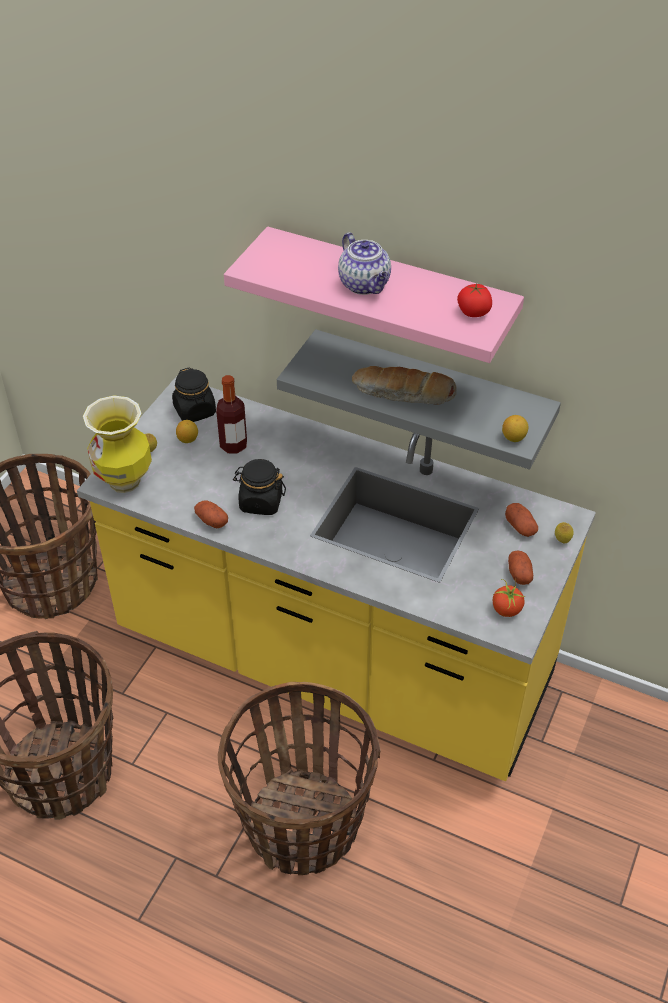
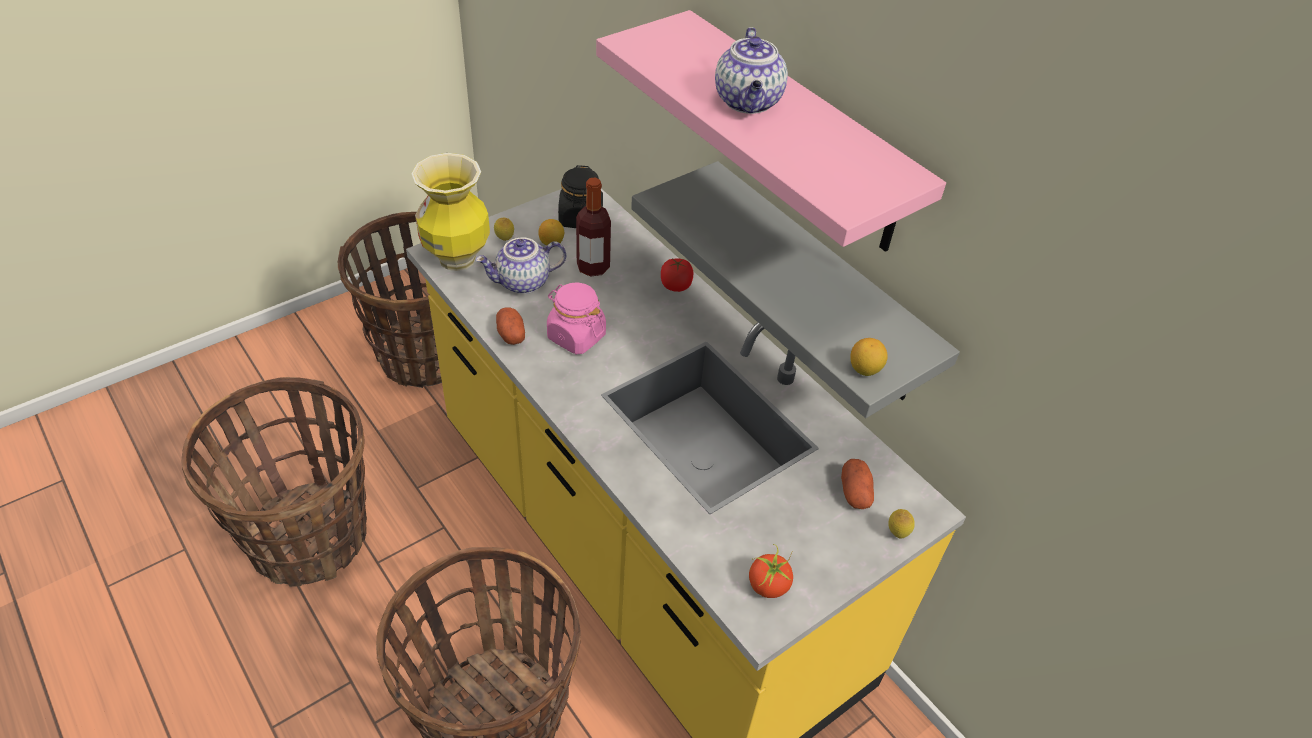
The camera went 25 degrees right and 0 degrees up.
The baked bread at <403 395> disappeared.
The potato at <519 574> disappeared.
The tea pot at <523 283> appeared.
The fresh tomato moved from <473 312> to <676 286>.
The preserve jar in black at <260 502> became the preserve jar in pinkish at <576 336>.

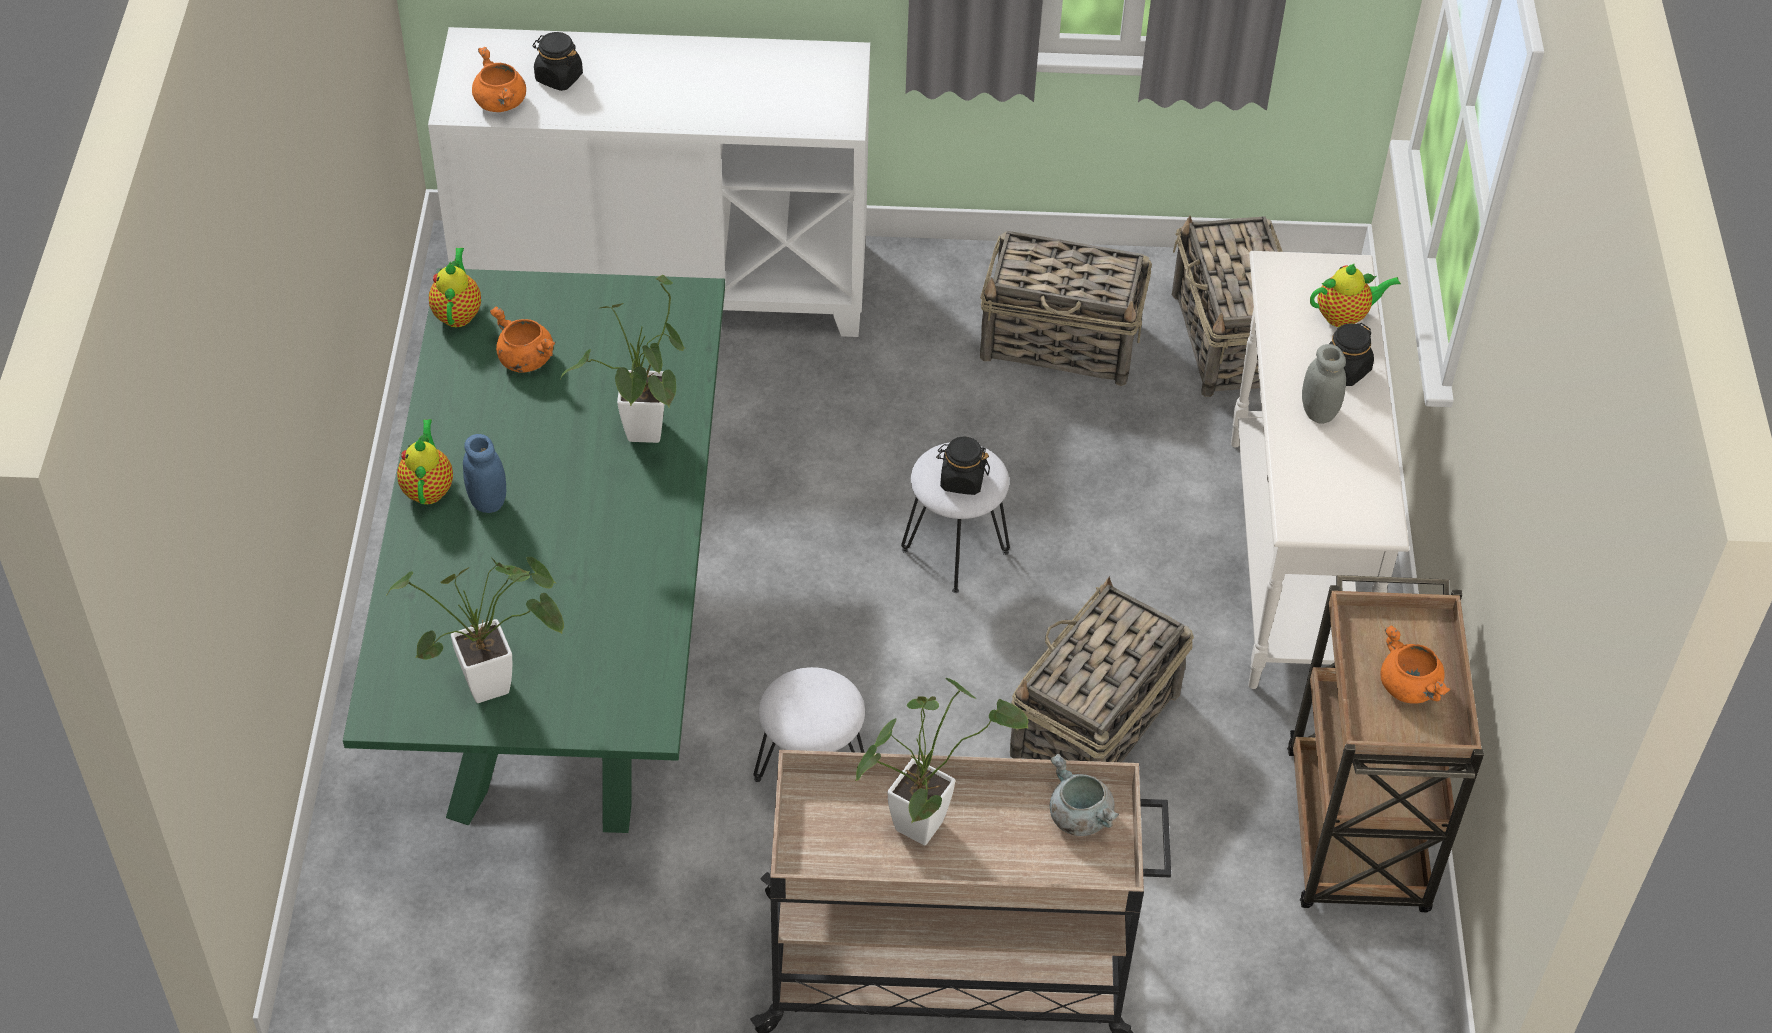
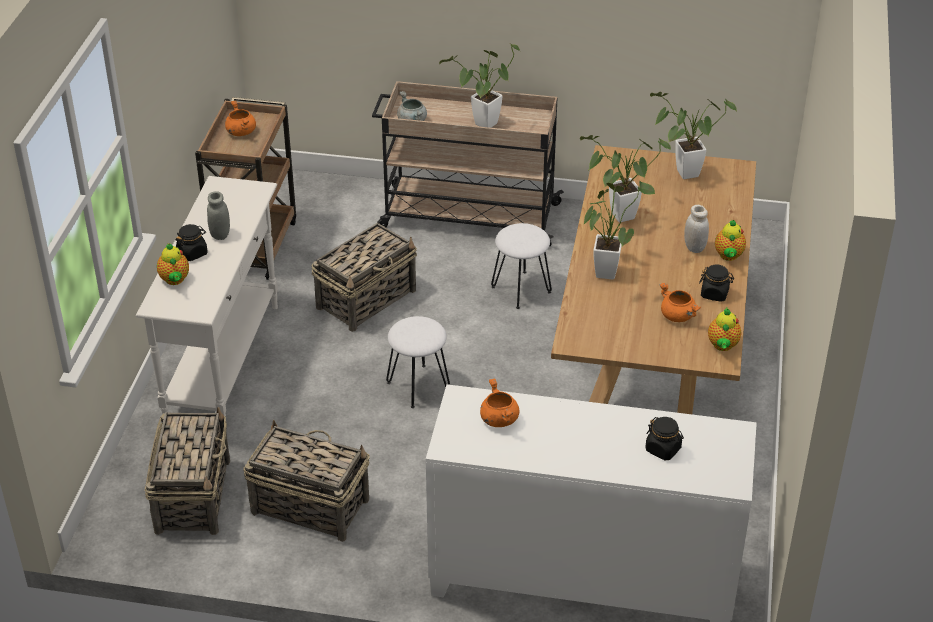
The camera went 170 degrees left and 10 degrees down.
The potted plant at <617 217> appeared.
The saucepot in orange-coloured moved from <502 103> to <498 419>.
The preserve jar in black moved from <961 480> to <714 294>.
The dining table in greenish at <570 648> became the dining table in brown-coloured at <648 357>.
The preserve jar in blue-coloured at <488 501> became the preserve jar in whitish at <694 247>.
The tea pot at <1345 316> turned 105 degrees counterclockwise.

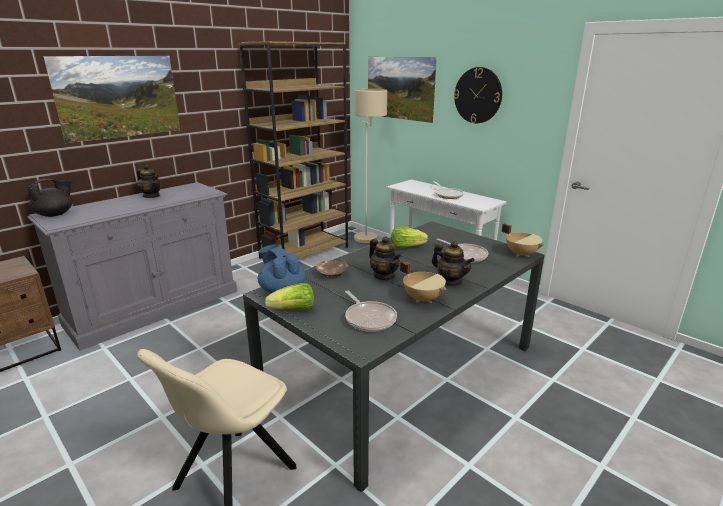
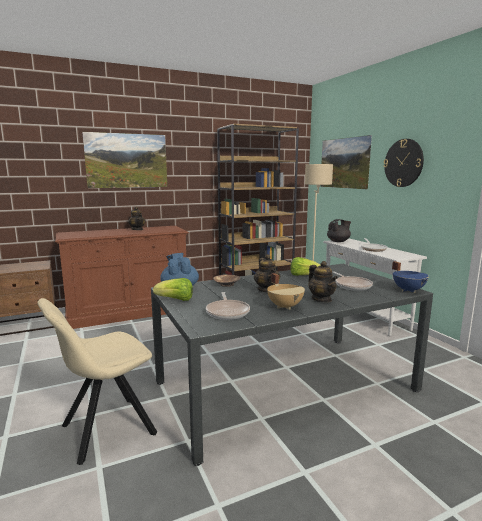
The camera went 20 degrees right and 10 degrees down.
The tea pot in black moved from <55 214> to <338 241>.
The storage cabinet in grey at <156 307> became the storage cabinet in brown-coloured at <129 312>.
The saucepot in beige at <521 254> became the saucepot in blue-coloured at <409 290>.

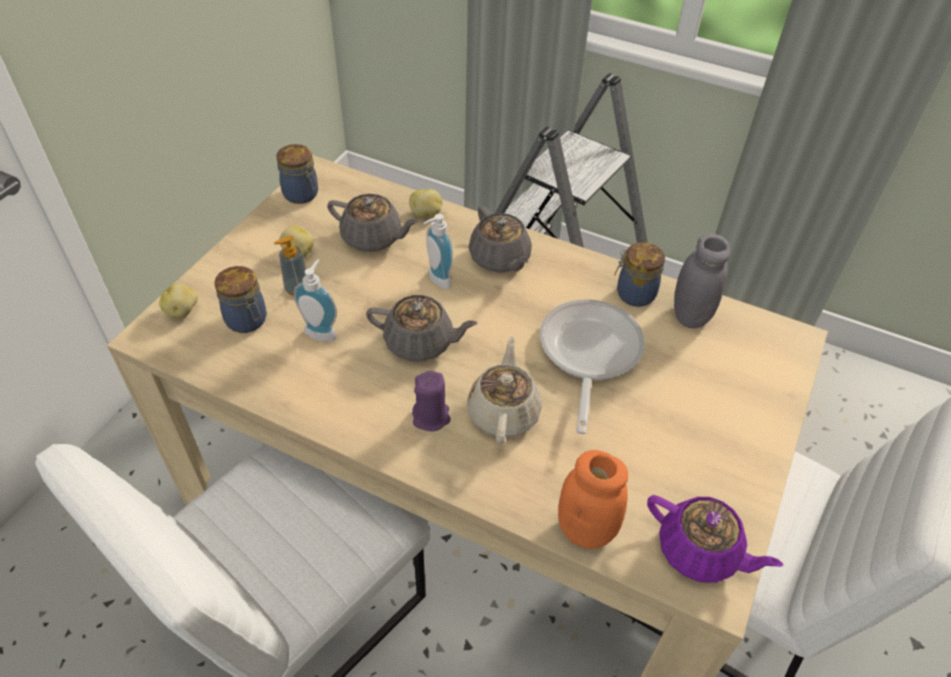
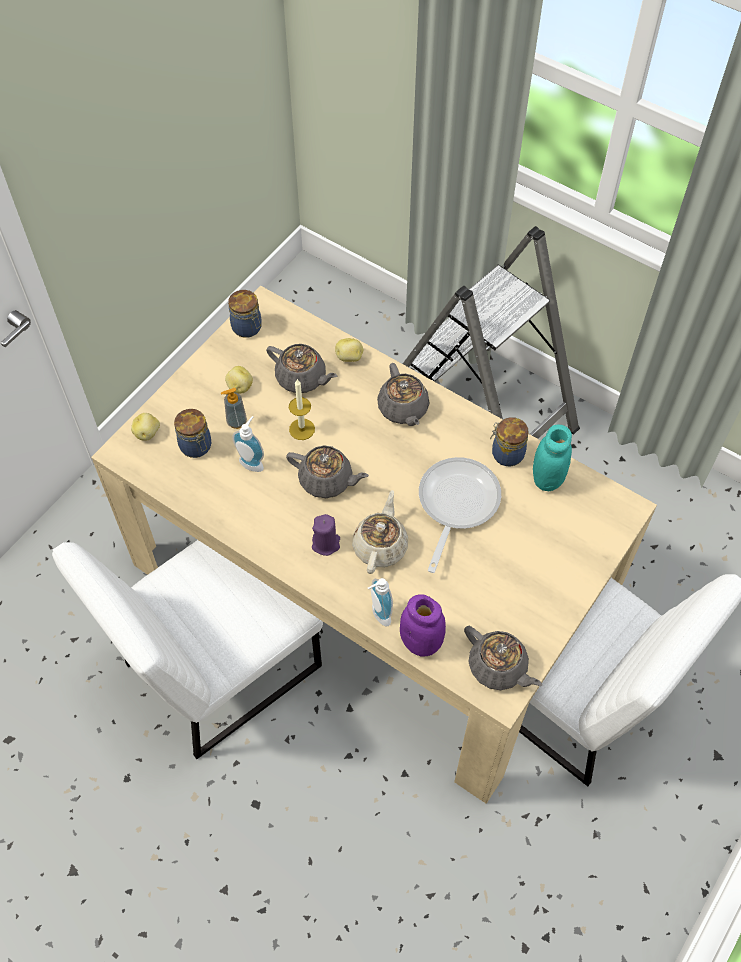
The camera went 10 degrees right and 10 degrees up.
The wax candle at <302 429> appeared.
The soap bottle moved from <436 280> to <378 615>.
The preserve jar in orange-coloured at <585 530> became the preserve jar in purplish at <421 642>.
The tea pot in purplish at <700 551> became the tea pot in grey at <498 667>.
The preserve jar in grey at <690 315> became the preserve jar in turquoise-coloured at <547 479>.

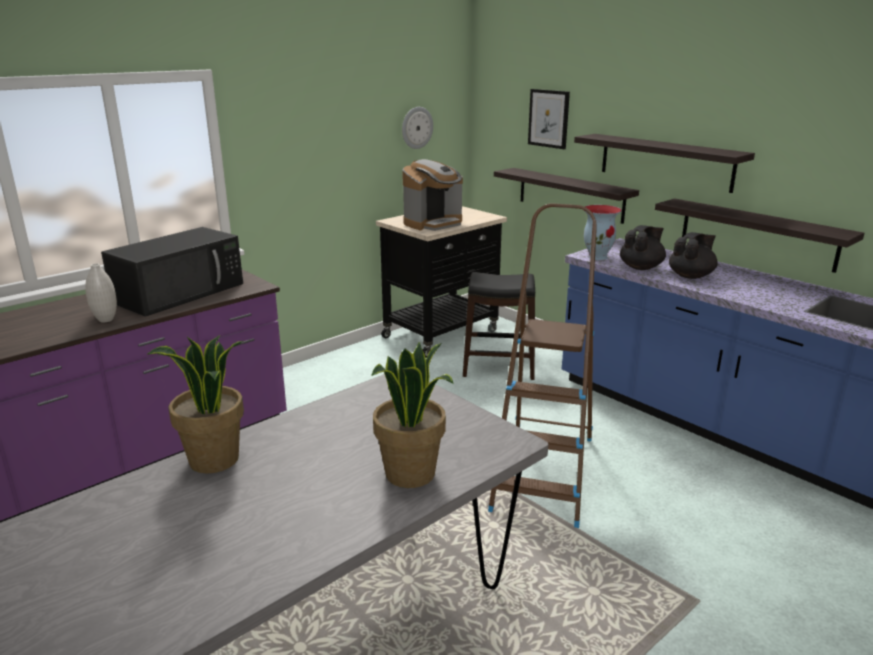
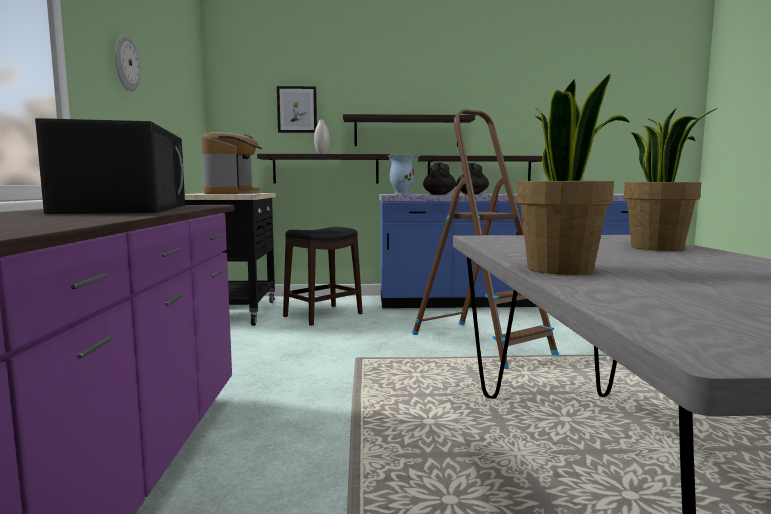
The camera went 50 degrees left and 15 degrees down.
The decorative vase in whitish moved from <106 320> to <322 154>.
The wall clock moved from <416 127> to <126 63>.

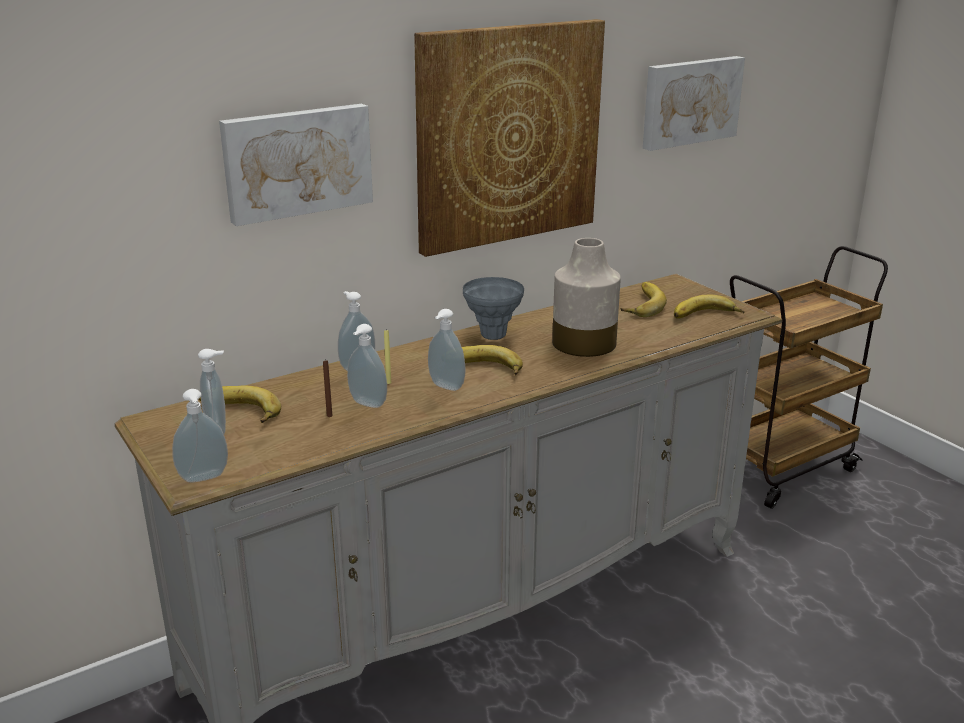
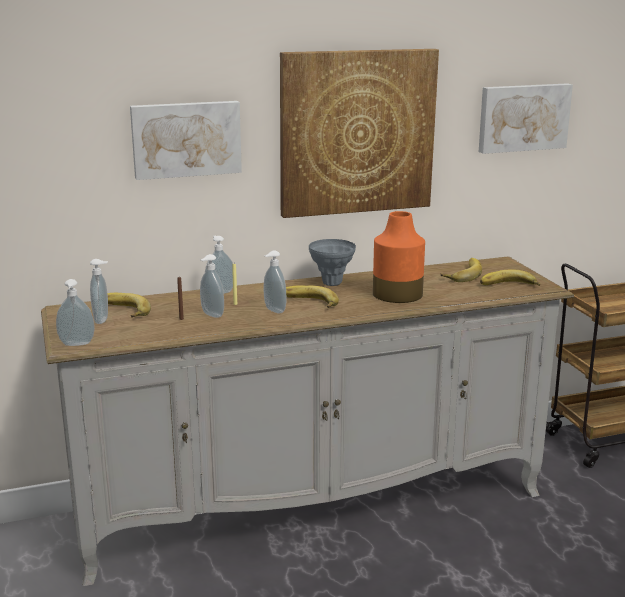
The camera went 15 degrees right and 5 degrees down.
The decorative vase in beige at <583 343> became the decorative vase in orange-coloured at <397 294>.

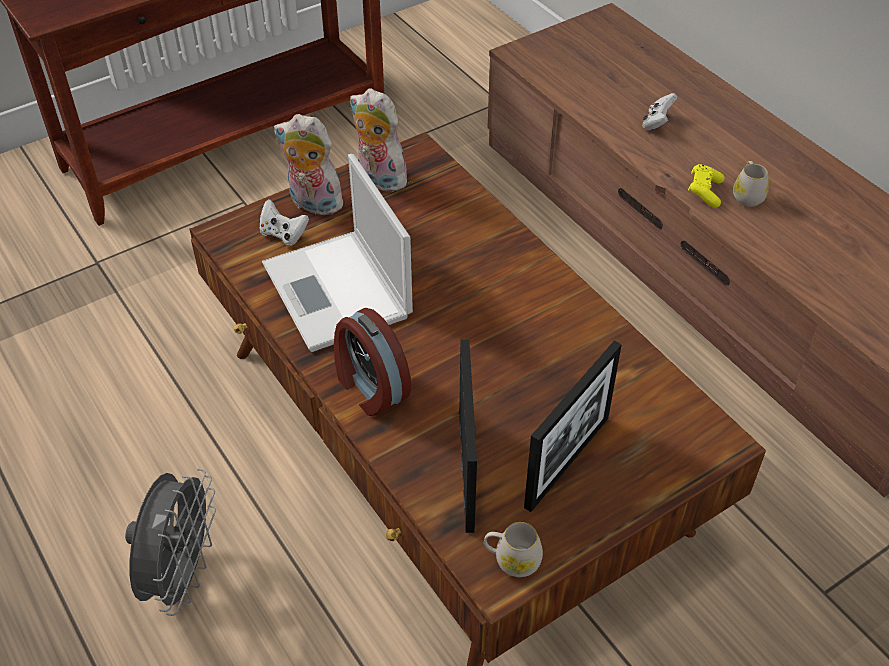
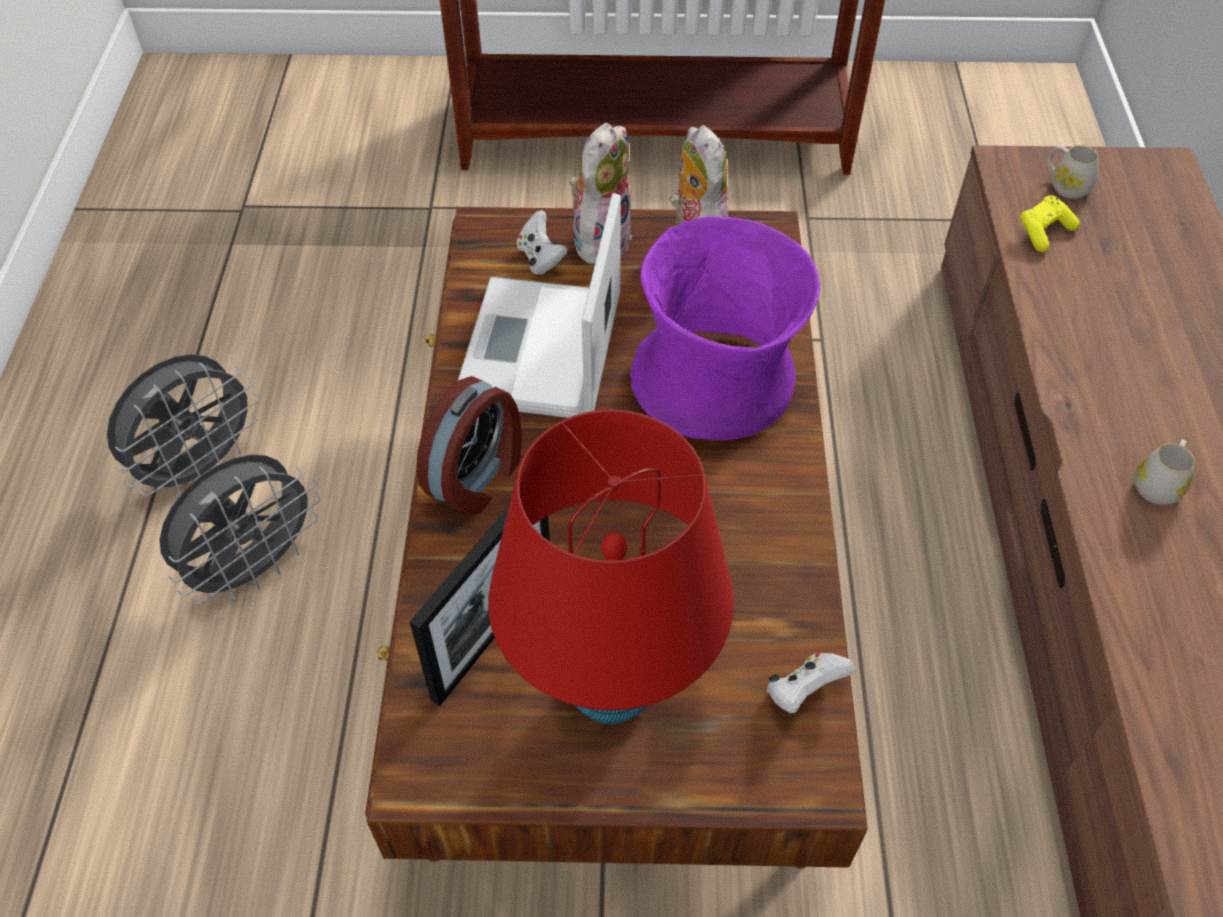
The camera went 35 degrees right and 5 degrees up.
The cooling fan in grey at <201 467> appeared.
The decorative vase in purplish at <716 384> appeared.
The tea mug in whitish moved from <512 560> to <1065 185>.
The gamepad in whitish moved from <657 123> to <803 691>.
The gamepad in yellow moved from <704 192> to <1043 232>.
The standing frame at <567 461> was replaced by the lamp for a table in red-coloured at <611 690>.
The soft toy at <313 204> turned 60 degrees clockwise.
The alarm clock at <370 388> turned 150 degrees counterclockwise.

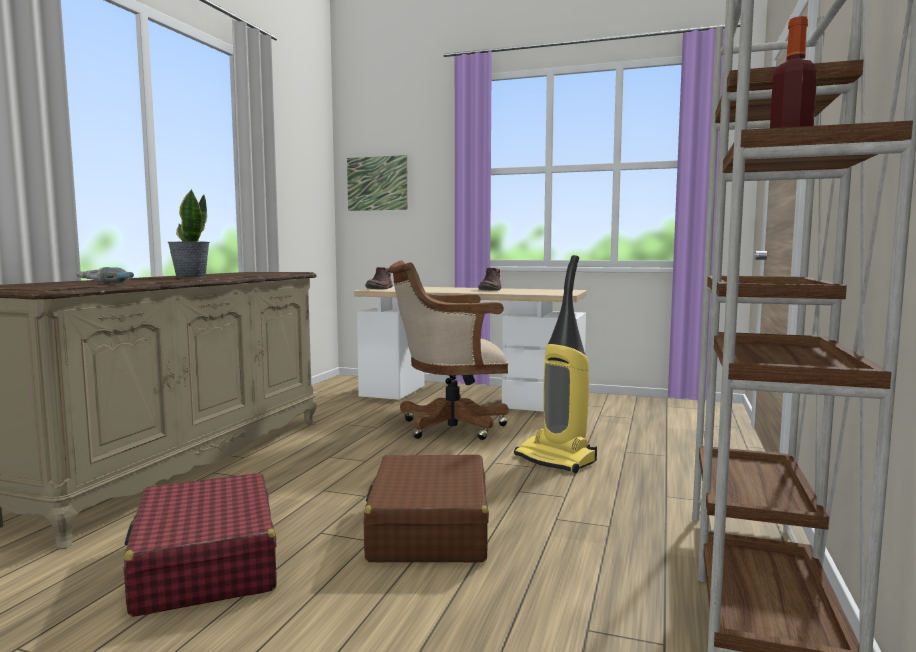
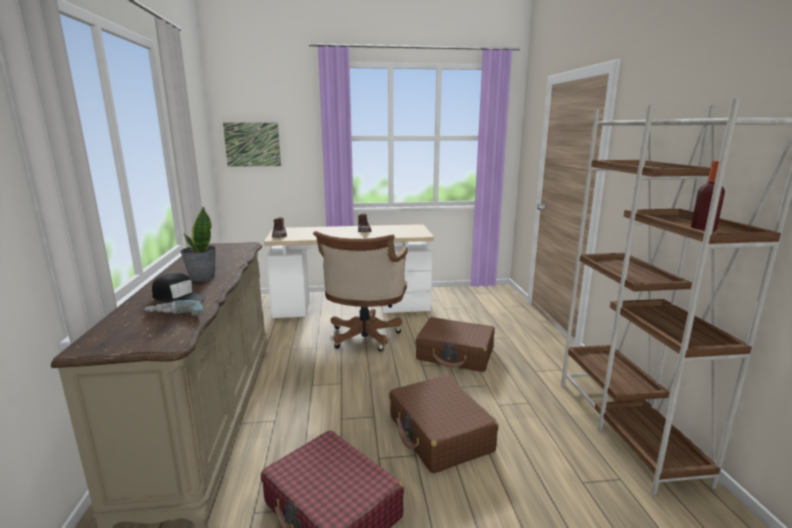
The camera went 25 degrees left and 10 degrees up.
The peaked cap in black at <178 298> appeared.
The hoover at <556 459> was replaced by the piece of luggage in brown-coloured at <455 354>.
The desk chair at <448 427> turned 45 degrees counterclockwise.

